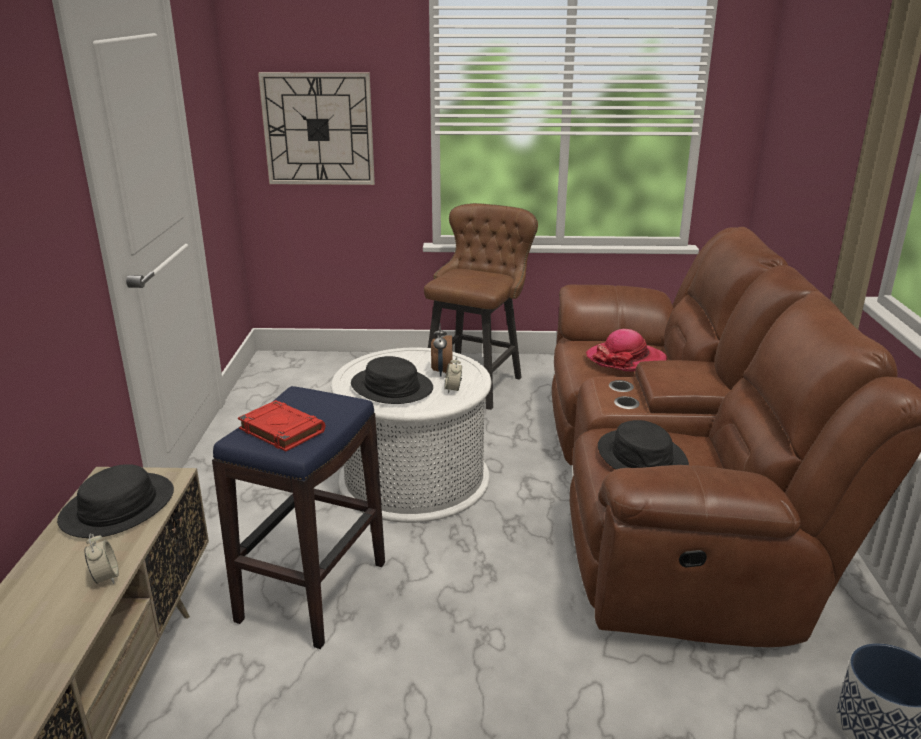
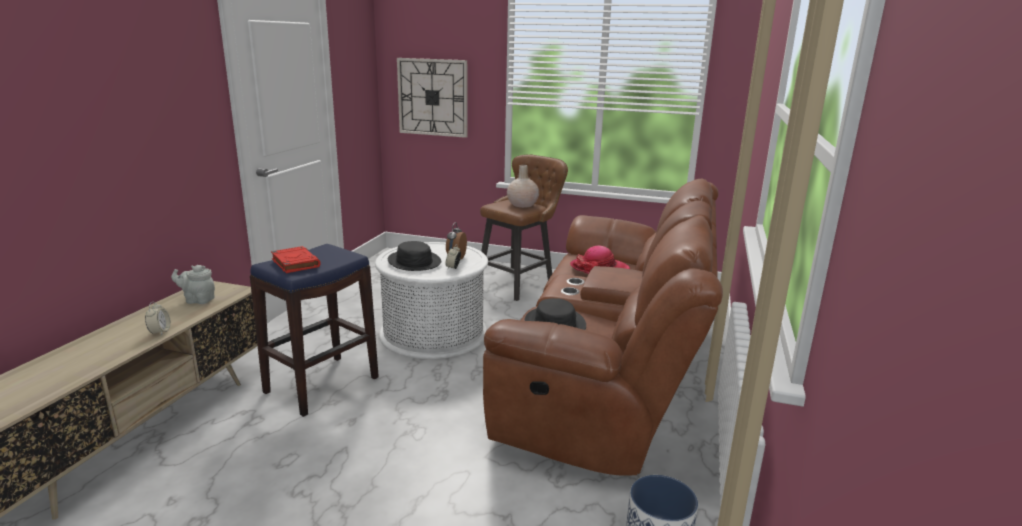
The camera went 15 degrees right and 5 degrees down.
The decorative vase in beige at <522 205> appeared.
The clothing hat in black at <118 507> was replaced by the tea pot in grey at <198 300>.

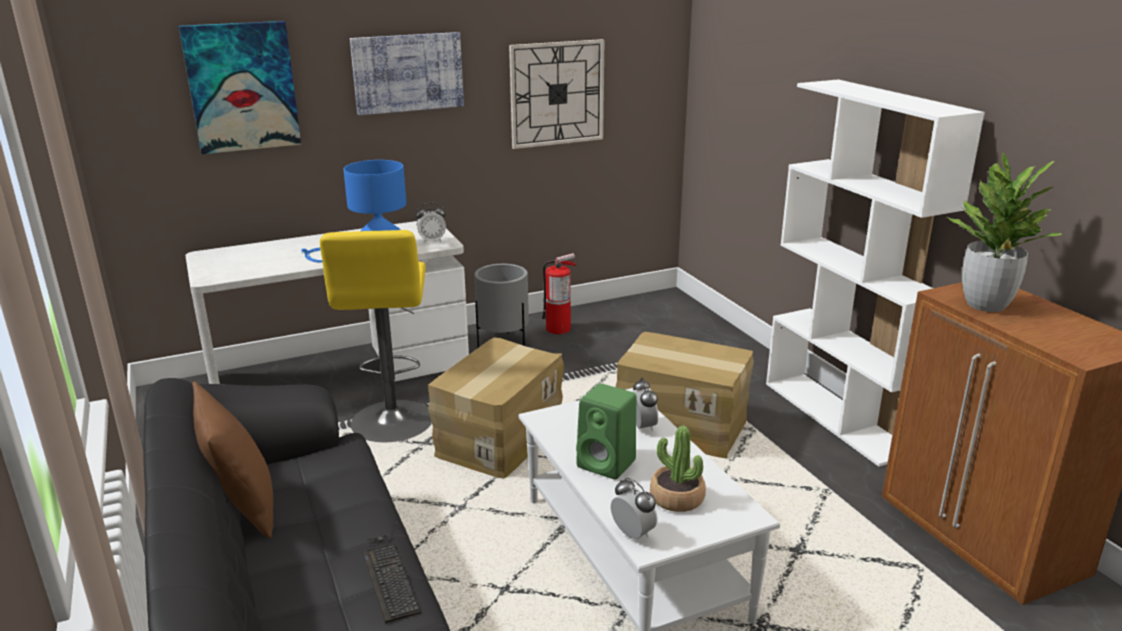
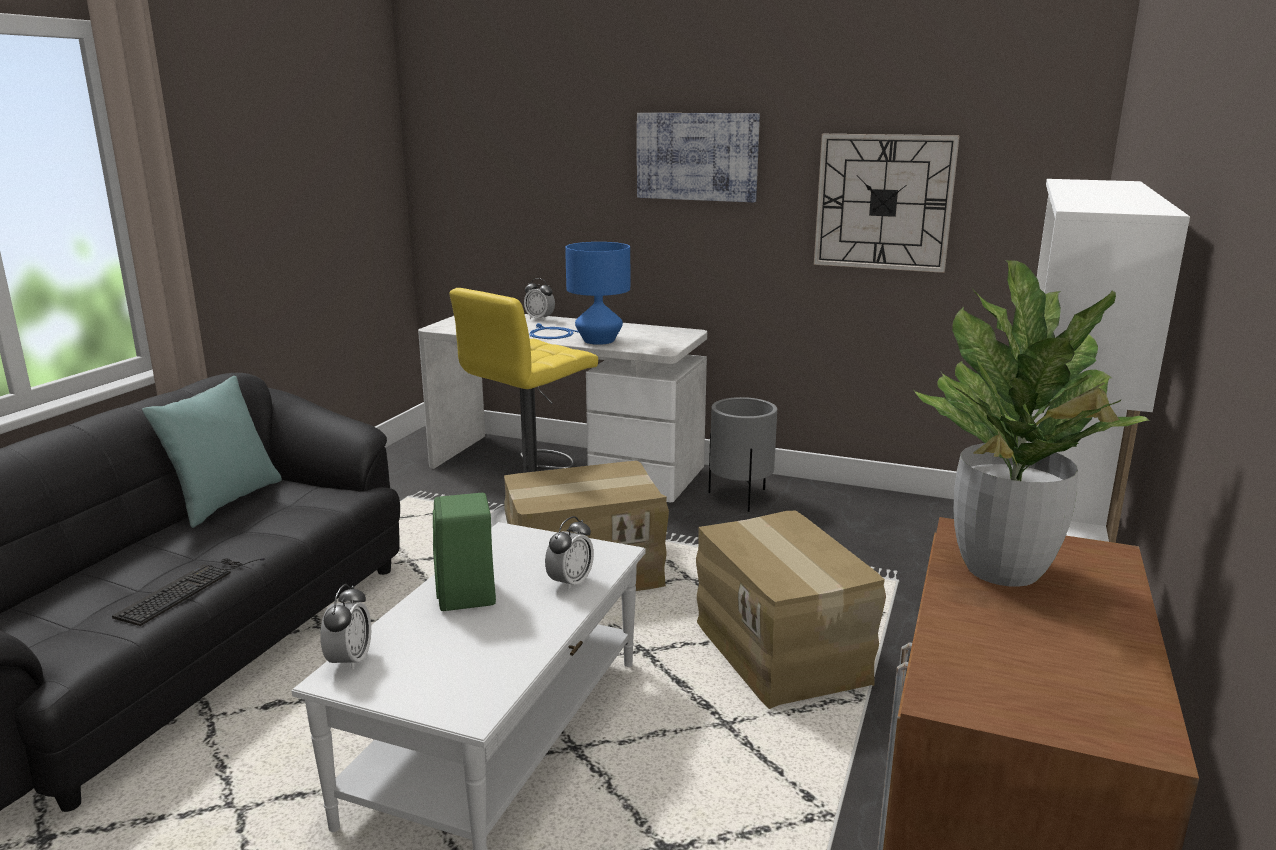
The camera went 45 degrees right and 5 degrees down.
The picture at <242 87> disappeared.
The extinguisher at <558 329> disappeared.
The potted plant at <676 498> disappeared.
The alarm clock moved from <432 240> to <540 319>.
The pillow in brown-coloured at <243 507> became the pillow in turquoise-coloured at <225 501>.

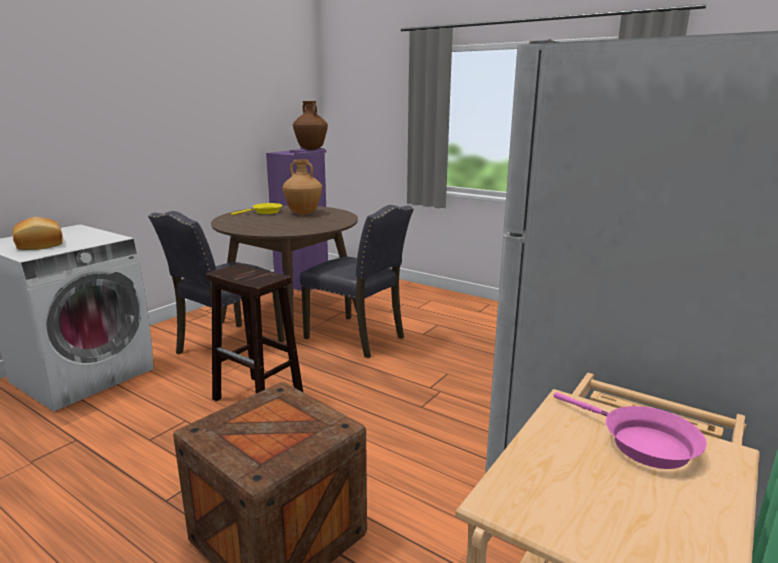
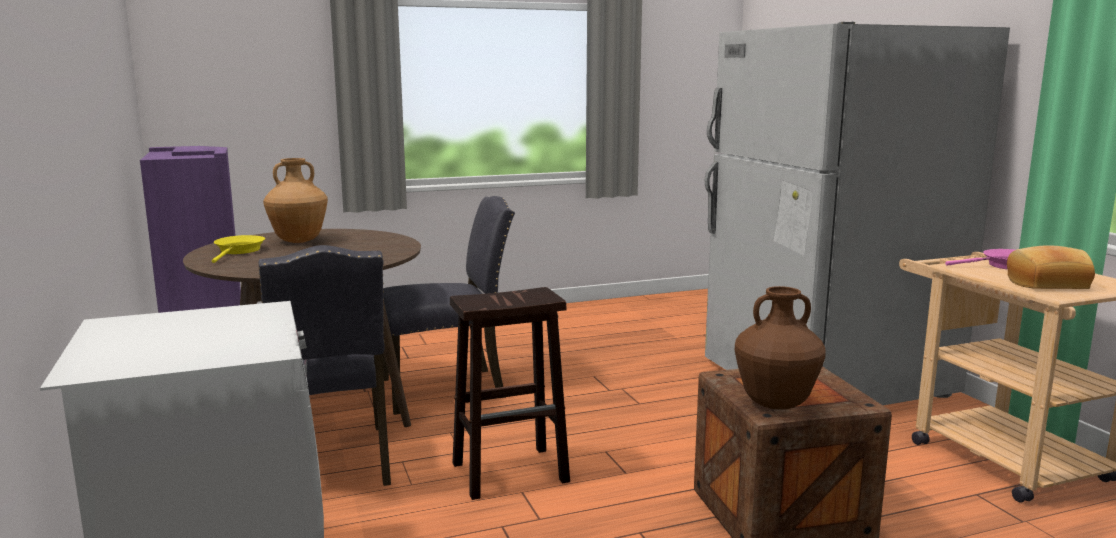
The camera went 55 degrees left and 5 degrees down.
The baked bread moved from <41 244> to <1046 283>.
The decorative vase in brown-coloured moved from <311 149> to <775 404>.

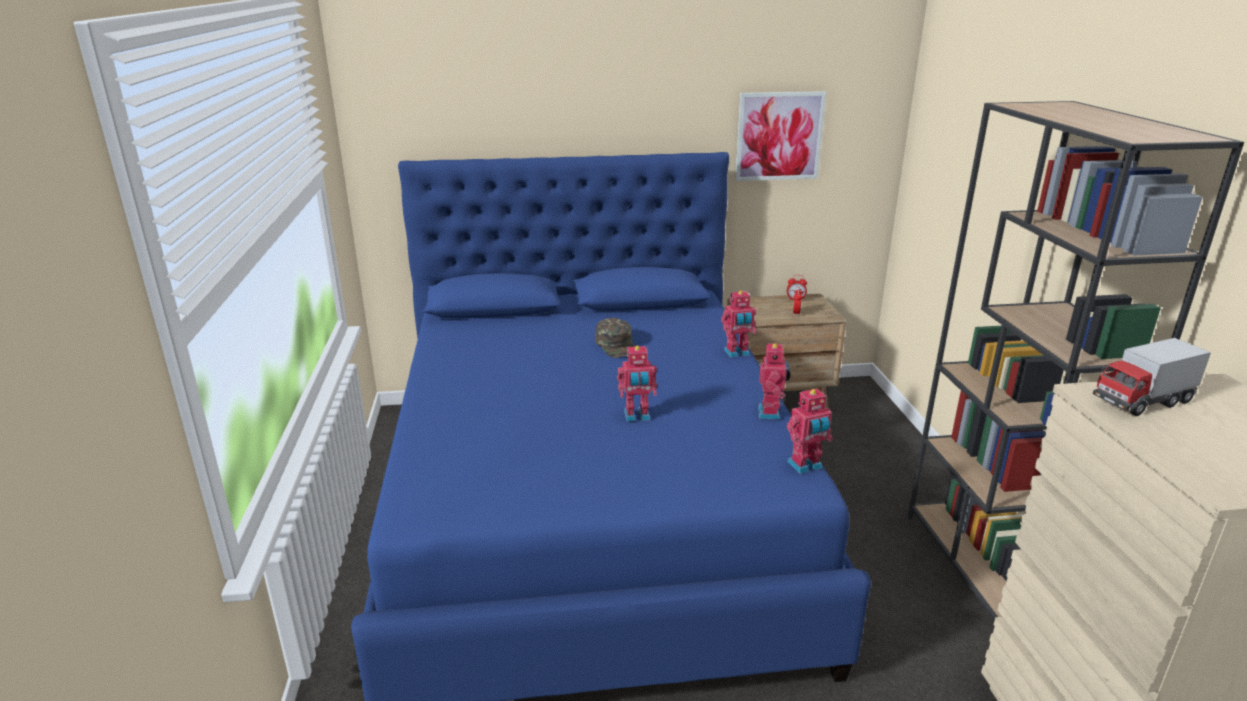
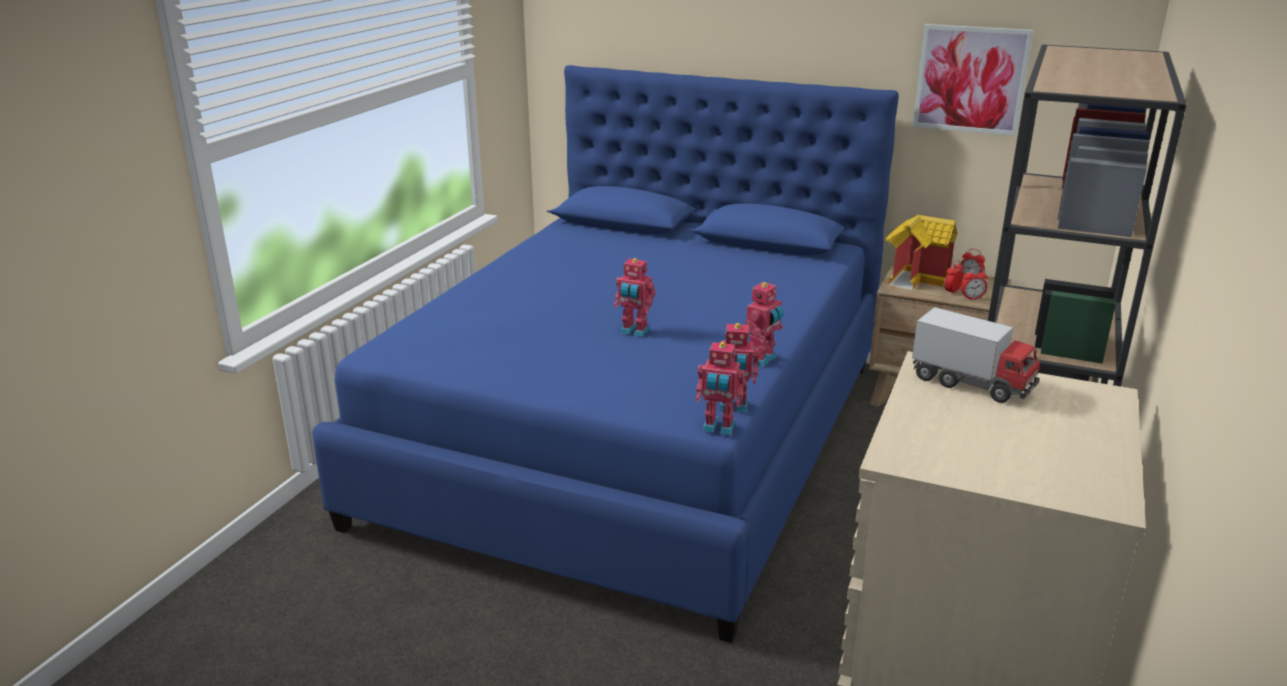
The camera went 30 degrees right and 0 degrees up.
The peaked cap in greenish at <617 345> disappeared.
The miniature house at <917 278> appeared.
The alarm clock at <972 298> appeared.
The model robot moved from <737 353> to <718 428>.
The toy truck at <1142 401> turned 150 degrees counterclockwise.

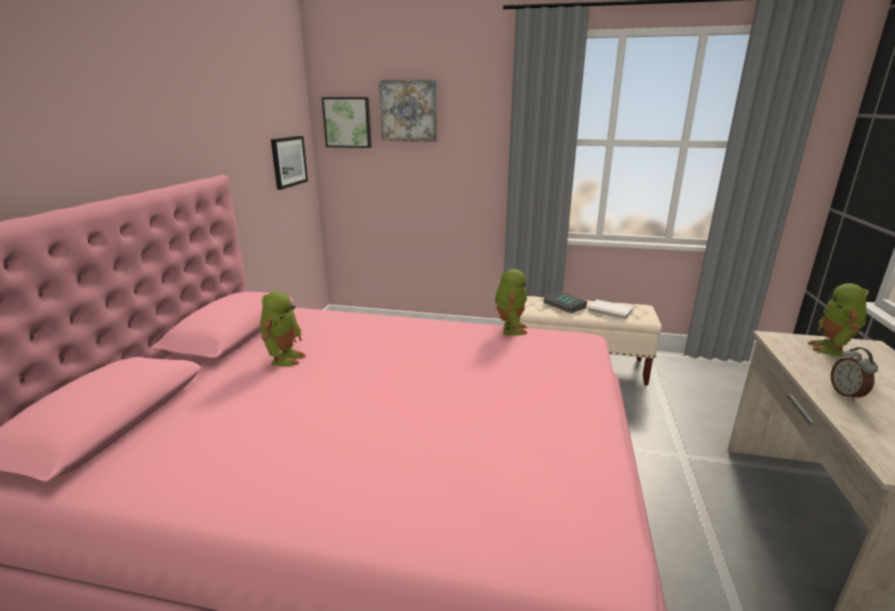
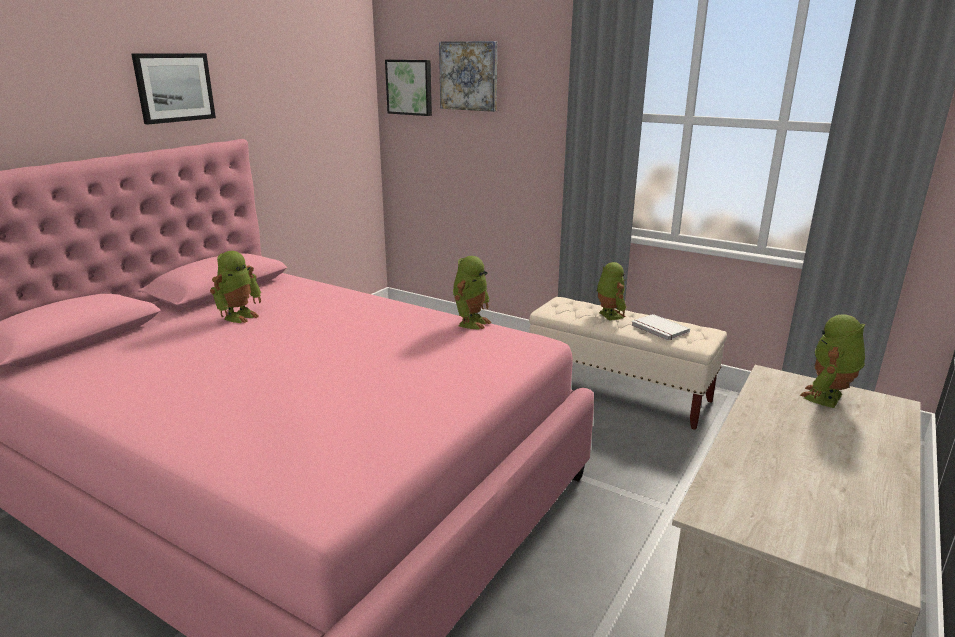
The camera went 20 degrees right and 0 degrees up.
The alarm clock at <847 394> disappeared.
The picture moved from <288 161> to <174 87>.
The volume at <563 305> was replaced by the model robot at <608 315>.

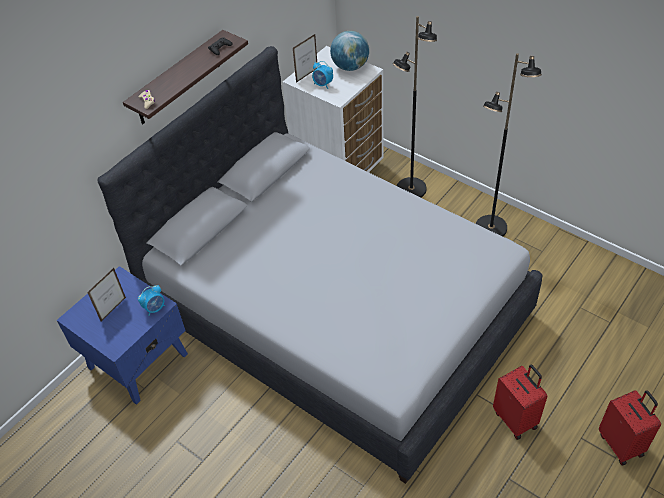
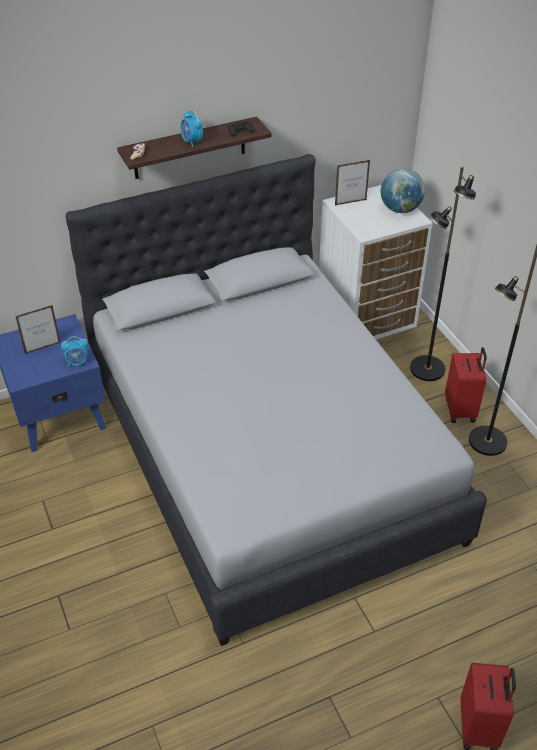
The camera went 25 degrees right and 5 degrees down.
The alarm clock moved from <323 84> to <192 142>.
The piece of luggage in red-coloured moved from <516 419> to <461 410>.

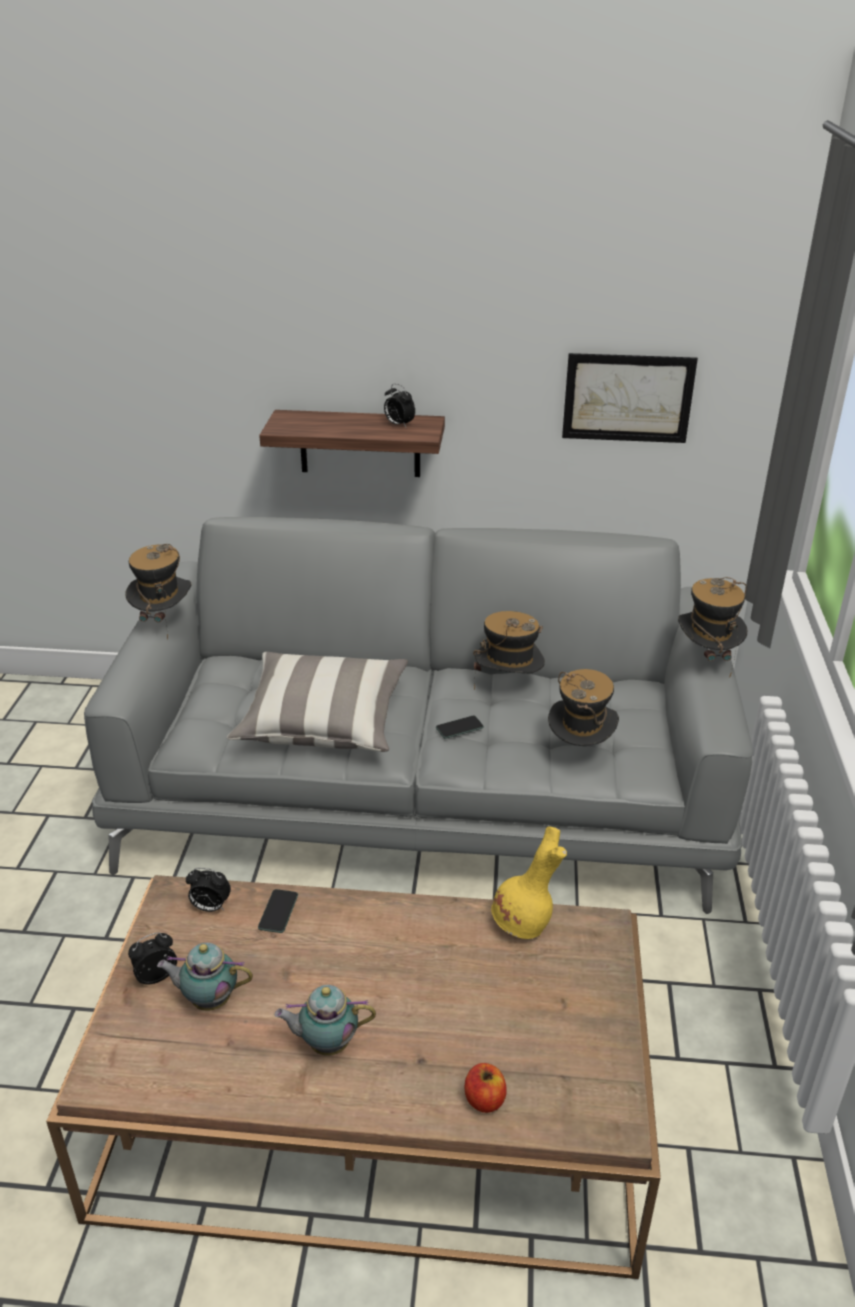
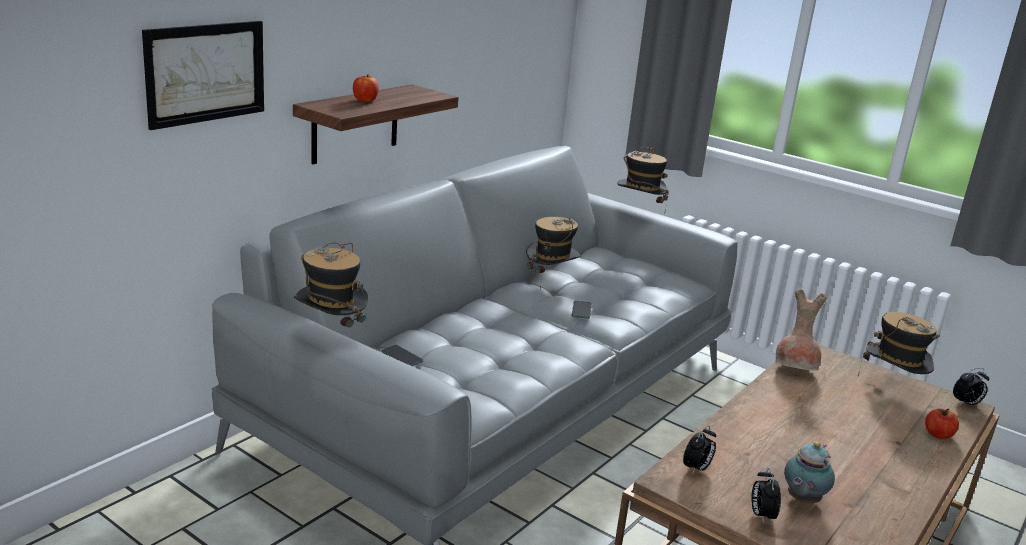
The camera went 60 degrees left and 10 degrees down.
The pillow at <323 721> disappeared.
The tea pot at <326 1044> disappeared.
The apple fruit at <365 100> appeared.
The handset moved from <278 911> to <402 356>.
The alarm clock moved from <398 425> to <966 404>.
The clothing hat moved from <579 752> to <891 386>.
The picture moved from <627 398> to <206 73>.
The decorative vase in yellow at <523 924> became the decorative vase in brown-coloured at <795 370>.

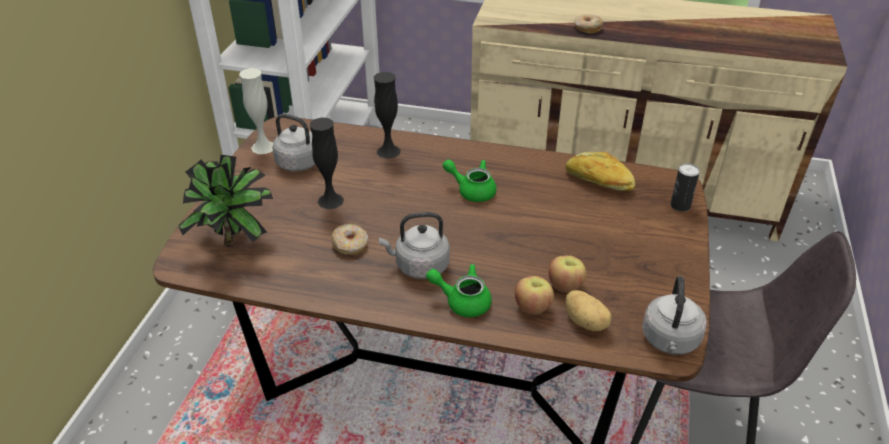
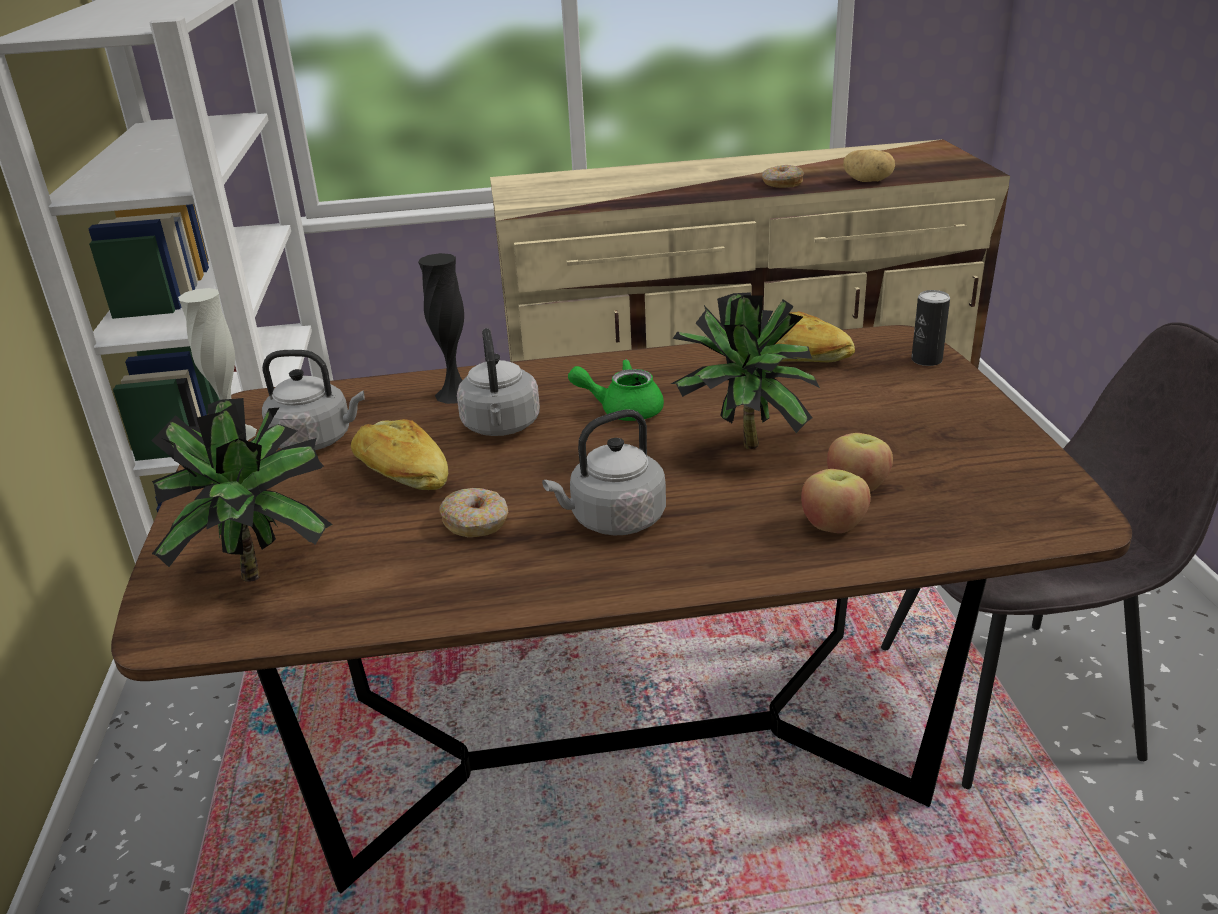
The camera went 20 degrees left and 10 degrees down.
The tea pot in greenish at <462 301> disappeared.
The potted plant at <740 448> appeared.
The potato moved from <586 322> to <868 181>.
The ring doughnut moved from <587 28> to <782 184>.
The kettle in grey moved from <670 341> to <501 427>.
The decorative vase in black at <330 201> was replaced by the baked bread at <401 475>.

